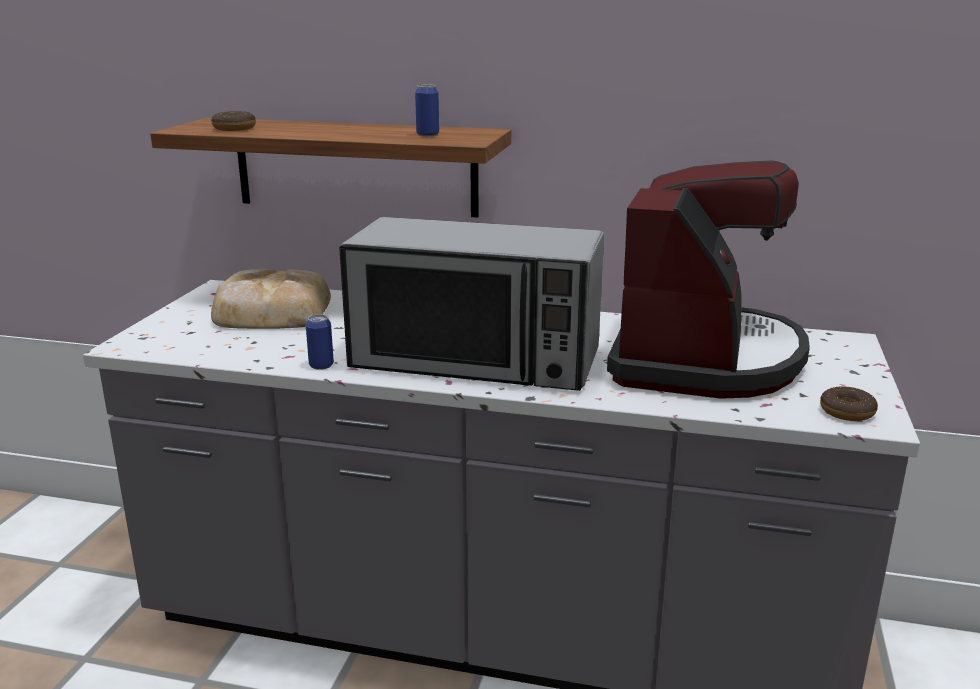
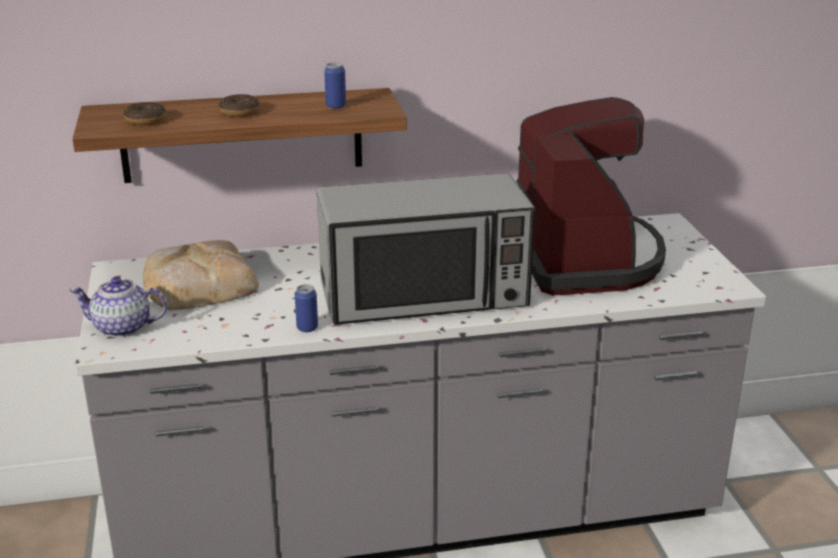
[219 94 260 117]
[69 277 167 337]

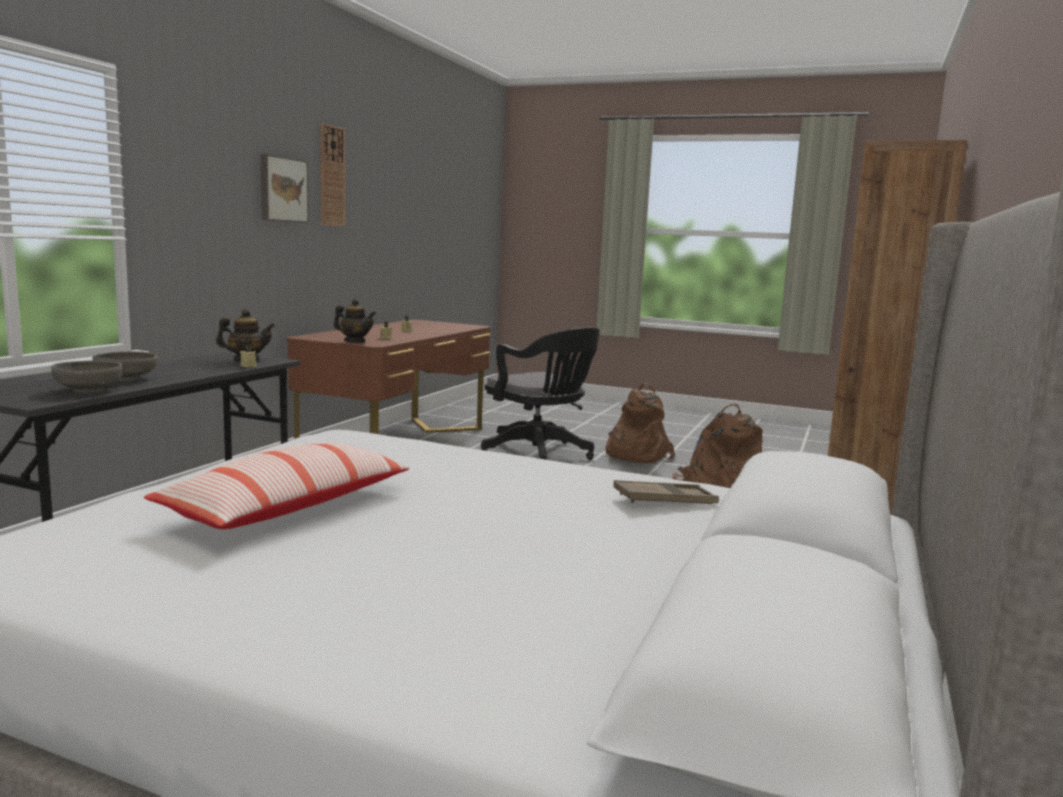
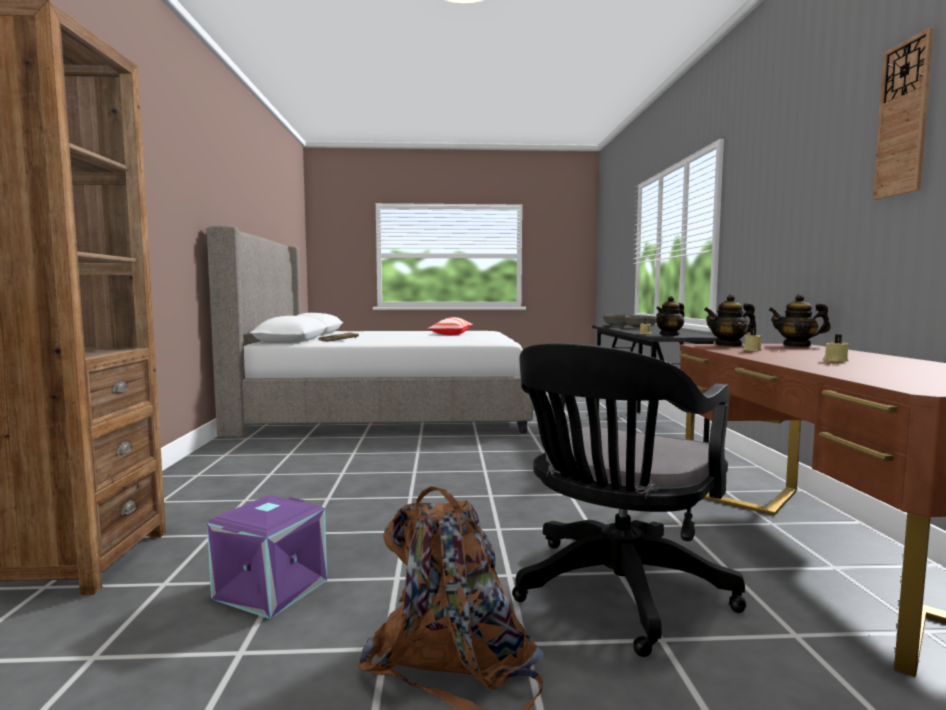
[260 154 309 223] (first image)
[512 343 746 657]
[207 495 327 619]
[768 294 831 347]

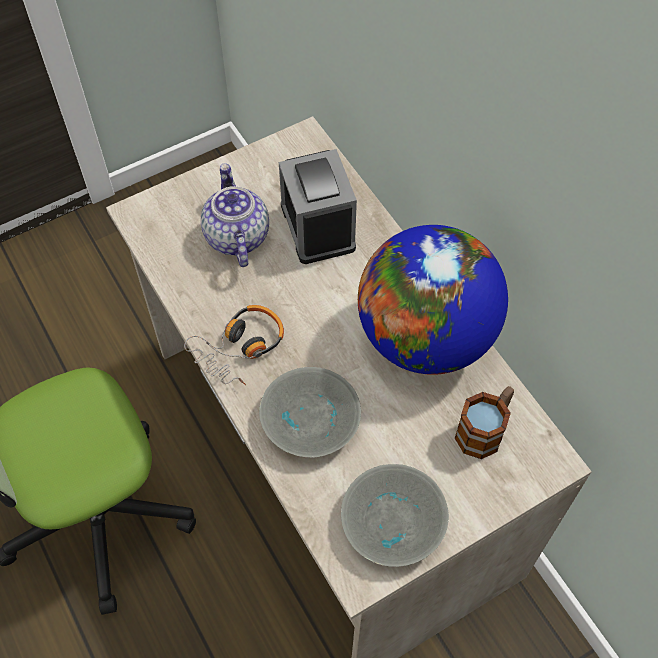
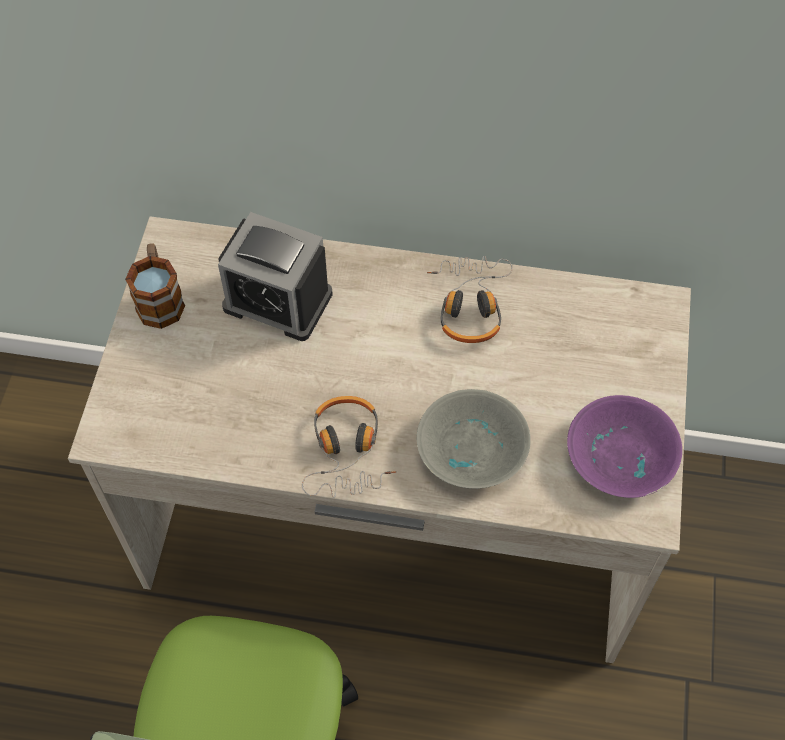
[201 163 269 267] (first image)
[427 256 513 343]
[125 243 185 329]
[567 395 682 498]

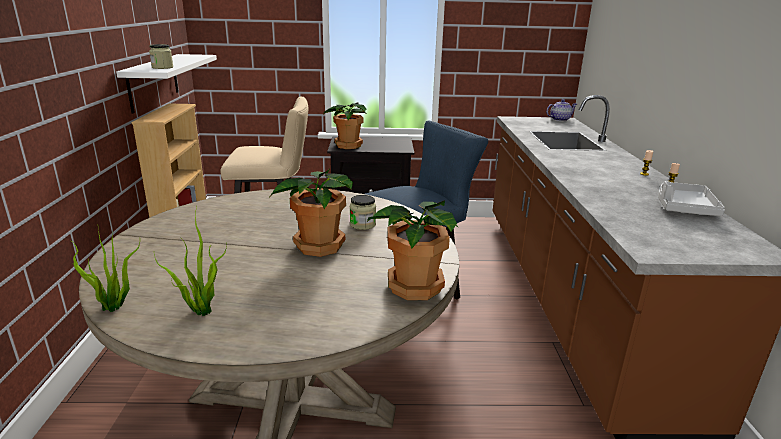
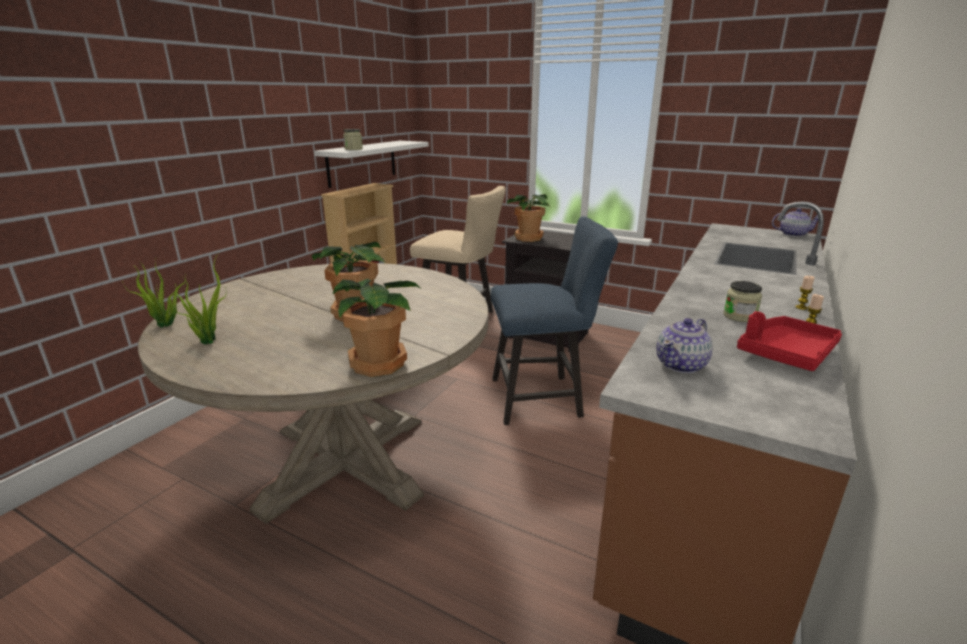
[737 311 842 371]
[723 281 762 322]
[656 318 713 373]

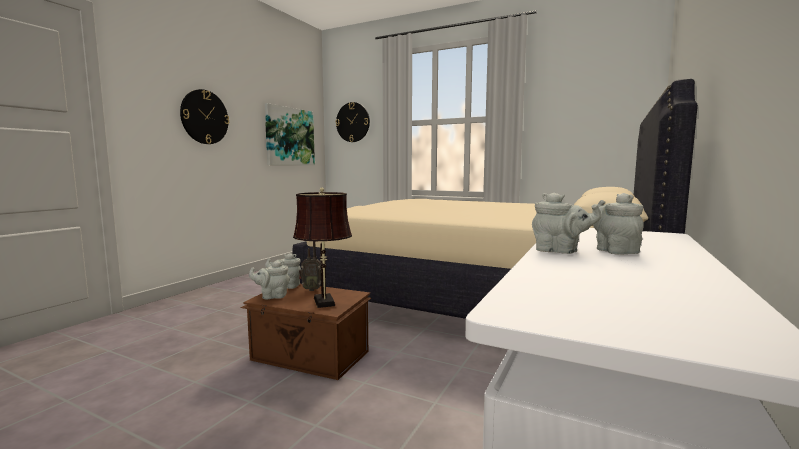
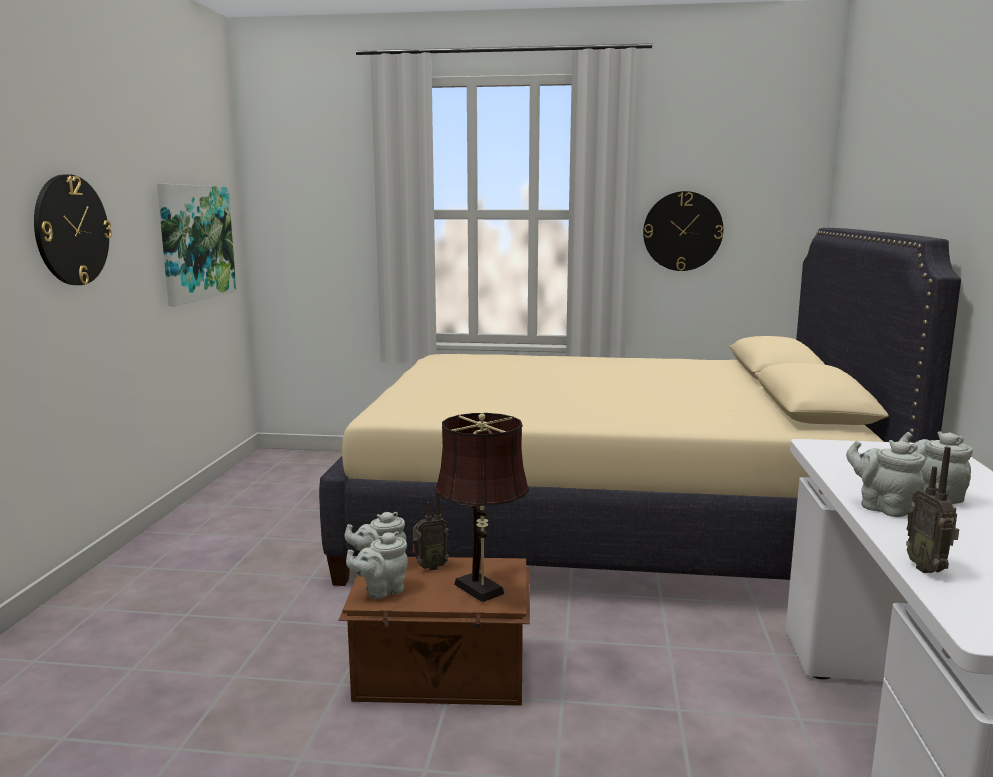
[643 191 723 271]
[846 440 925 517]
[906 446 959 573]

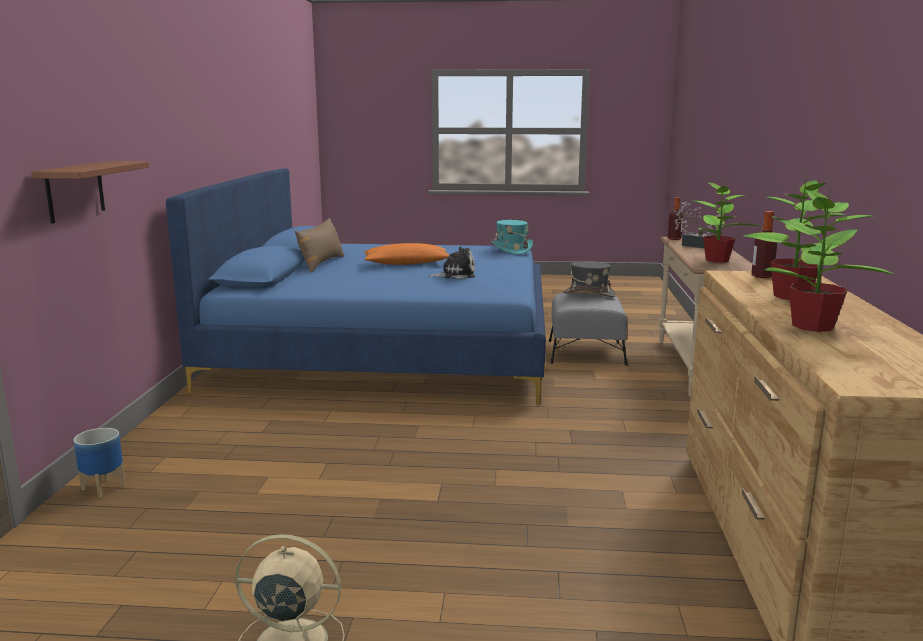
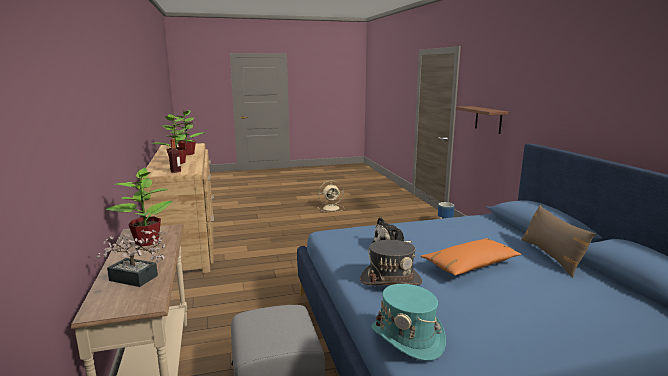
[668 197 683 240] (first image)
[360 240 422 285]

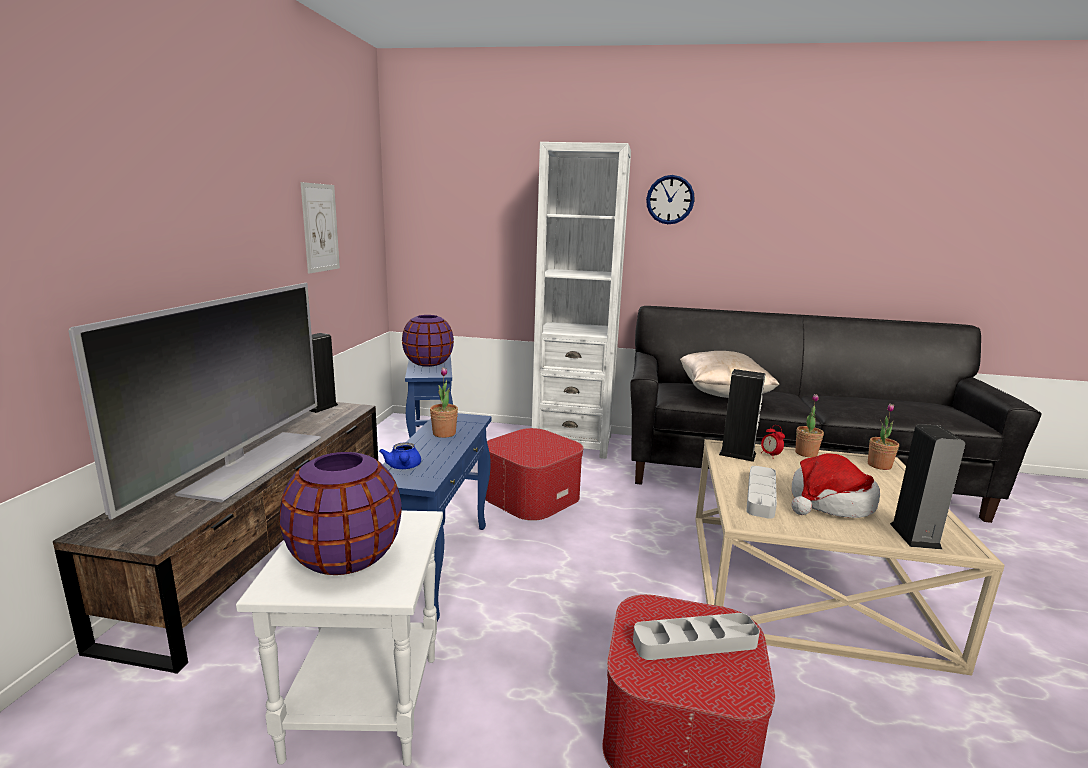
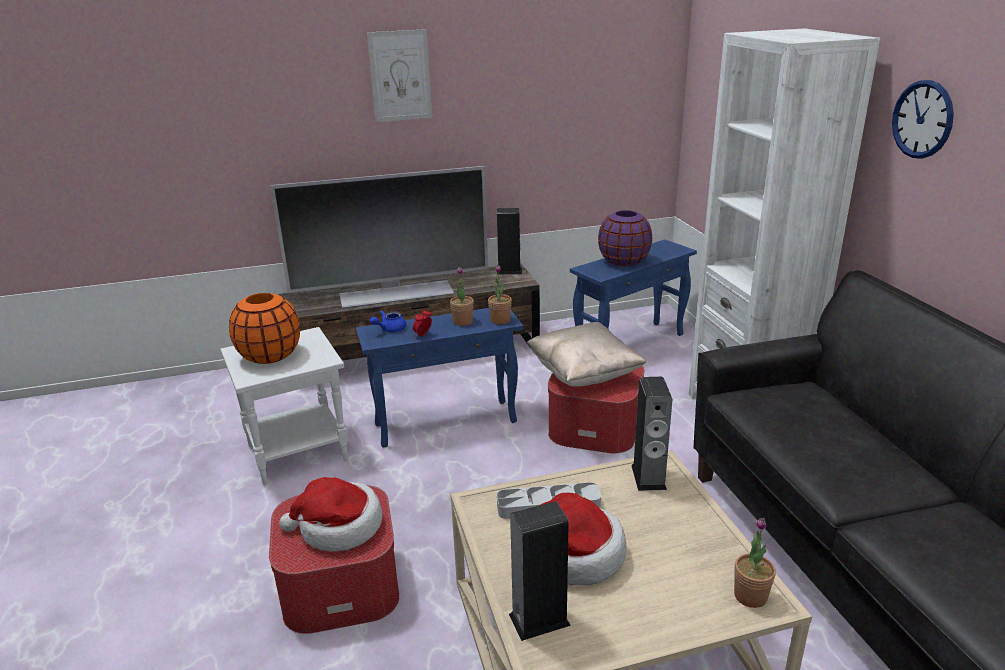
[367 29 432 122]
[526 322 646 387]
[488 265 512 325]
[413 308 432 337]
[229 293 300 364]
[279 477 383 552]

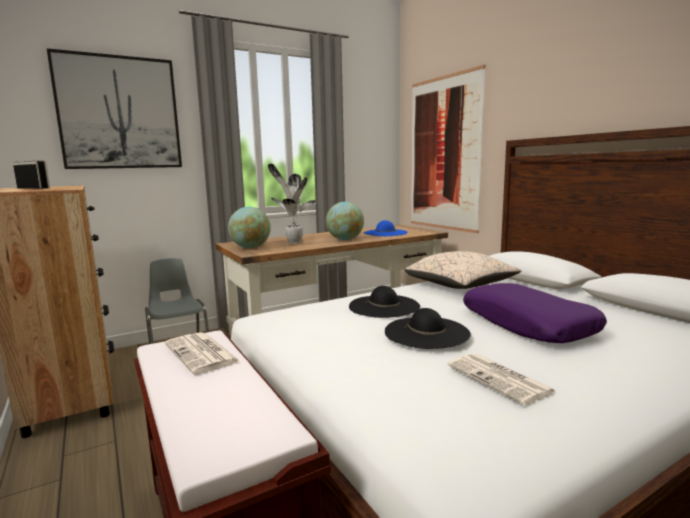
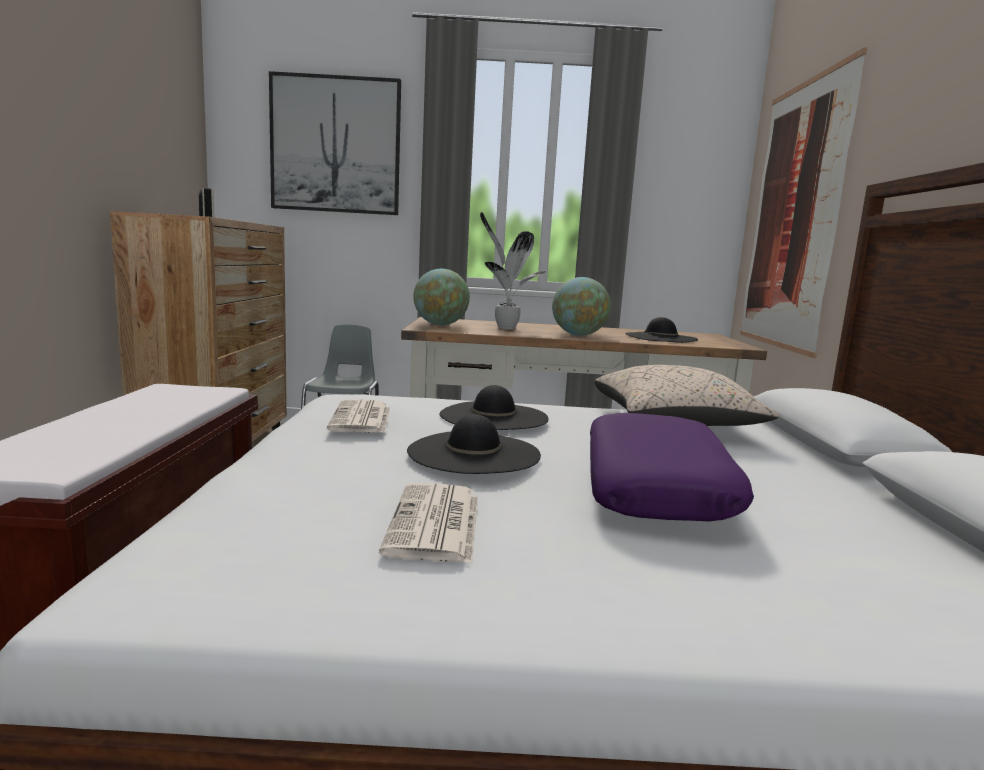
[625 317 698 343]
[327 400 390 433]

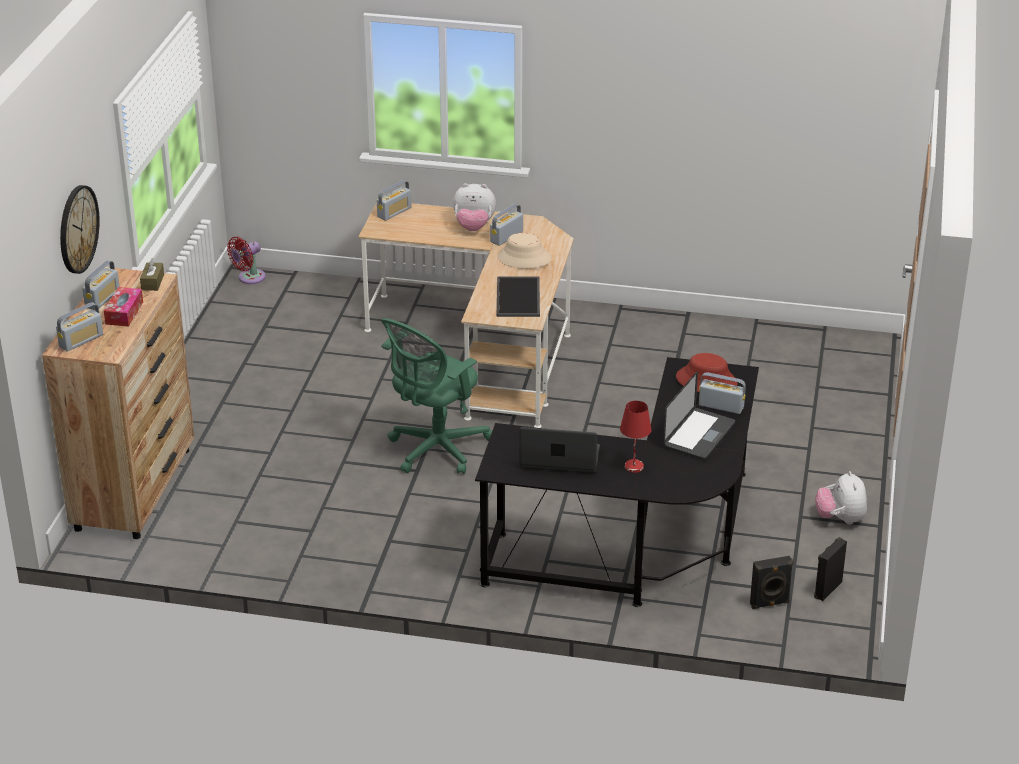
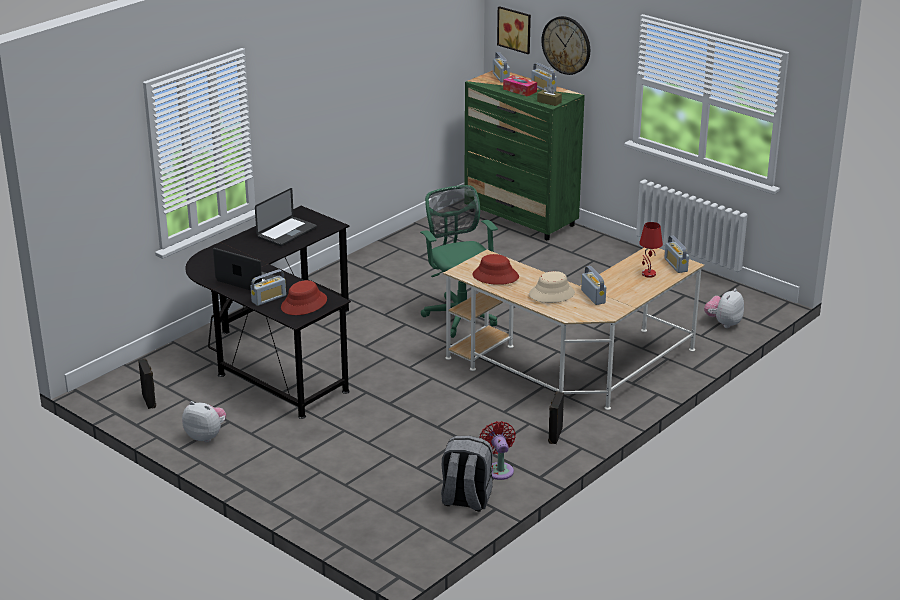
[704 289 744 328]
[479 421 516 480]
[464 70 584 240]
[472 254 519 285]
[213 248 276 290]
[639 222 663 278]
[548 391 564 444]
[497 6 531 54]
[441 436 493 512]

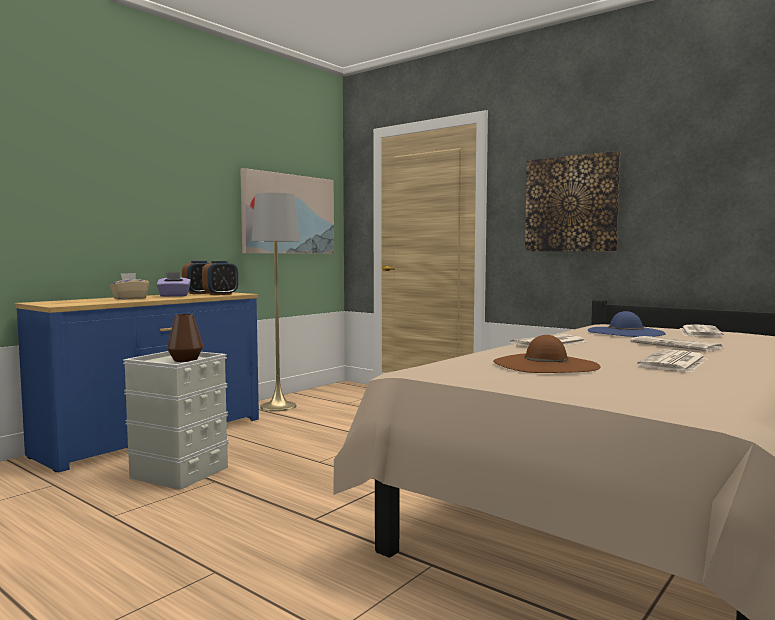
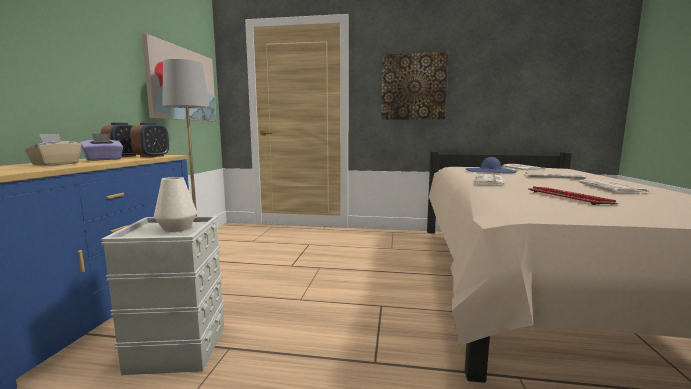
[154 177 197 232]
[528 186 618 205]

